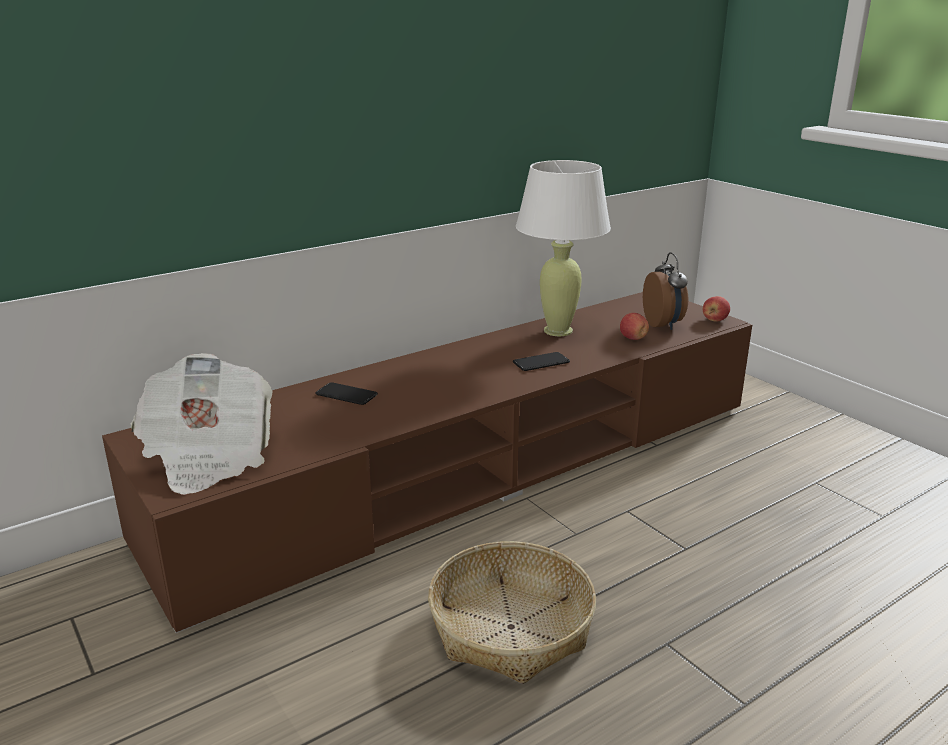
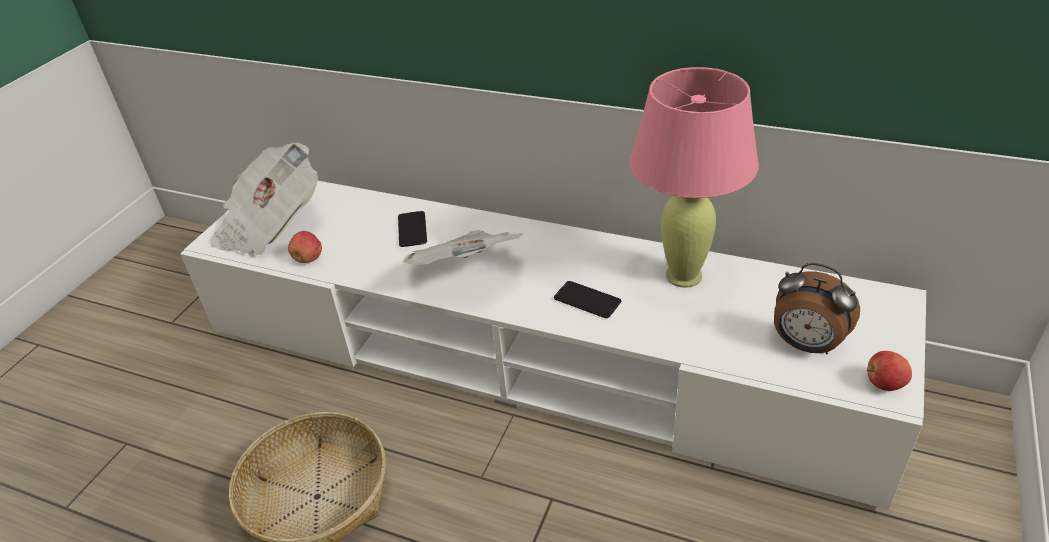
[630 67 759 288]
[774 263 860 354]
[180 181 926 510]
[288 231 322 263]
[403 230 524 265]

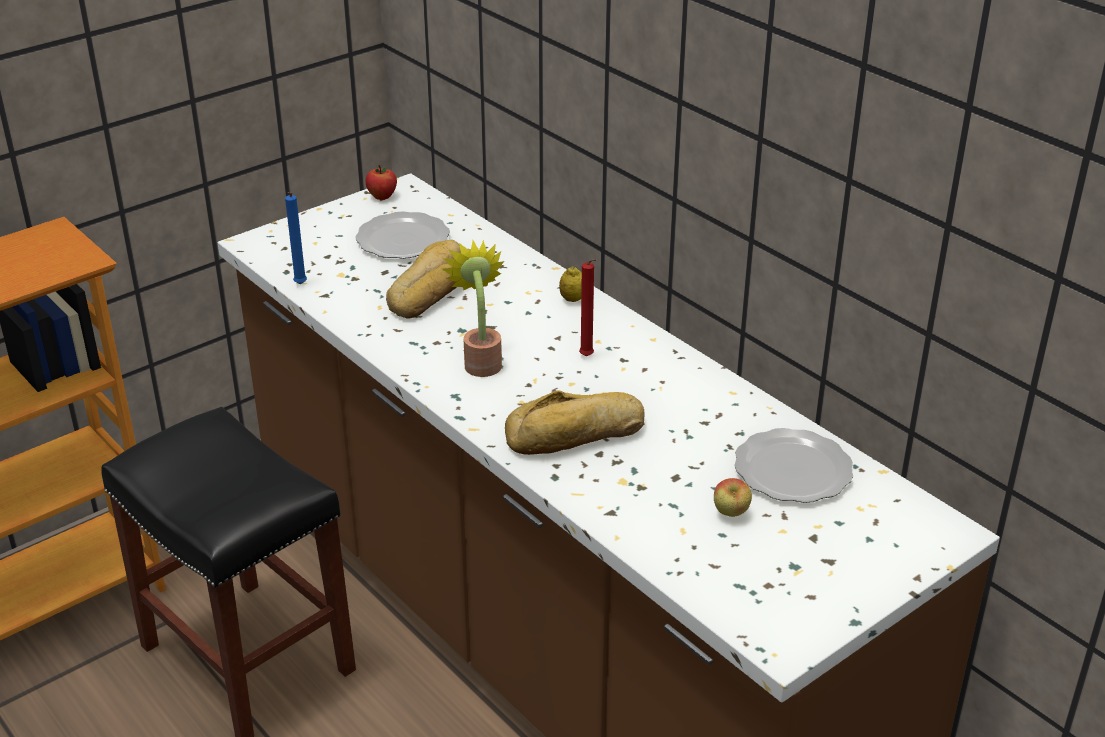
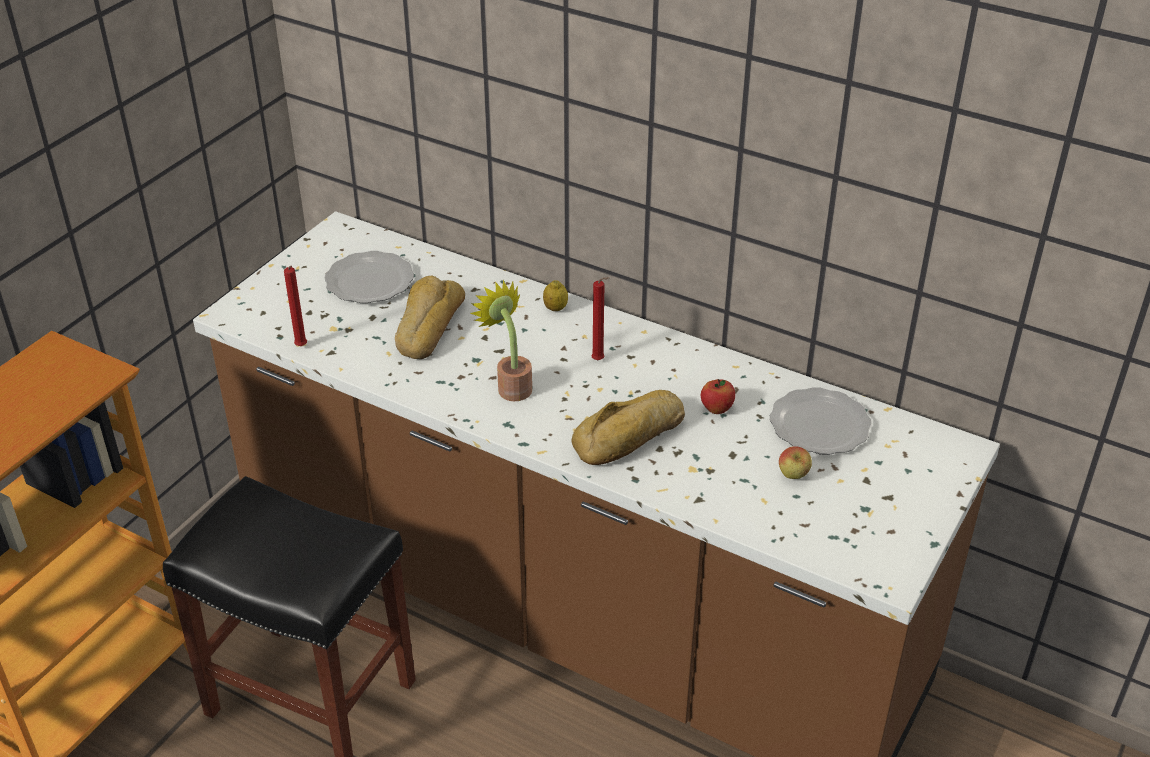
[701 379 735 414]
[284 266 307 346]

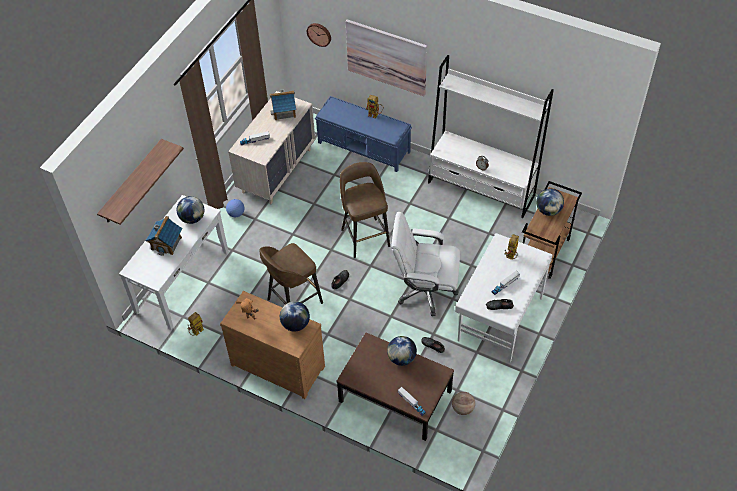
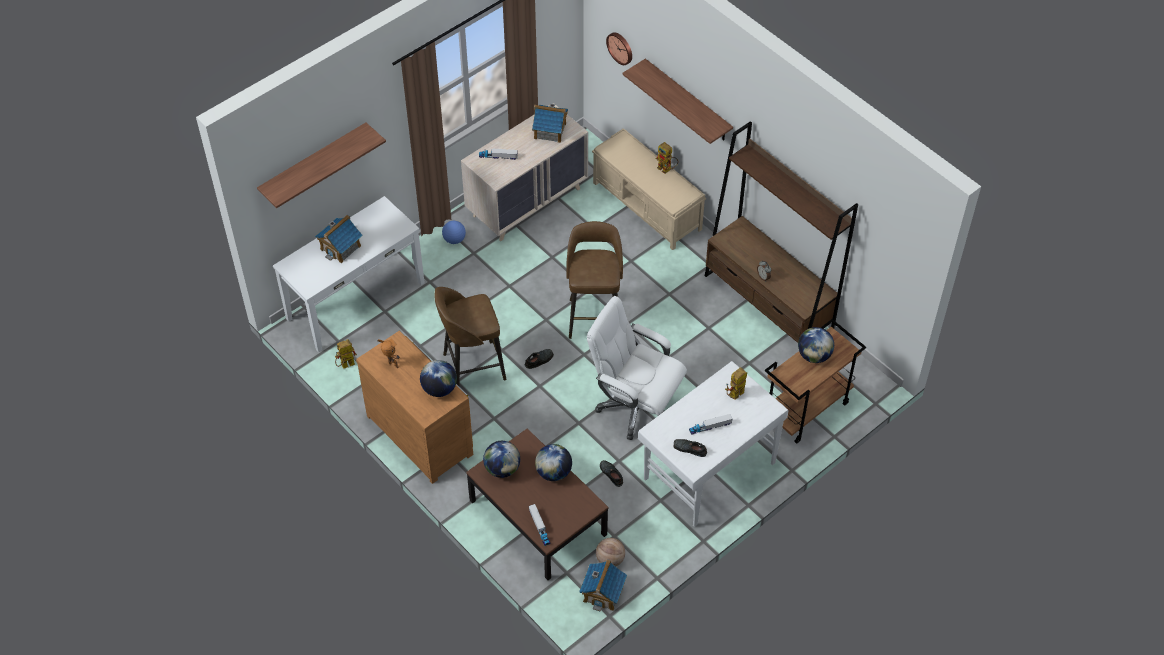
[622 59 733 144]
[705 121 858 343]
[592 128 706 250]
[483 441 520 478]
[579 559 627 612]

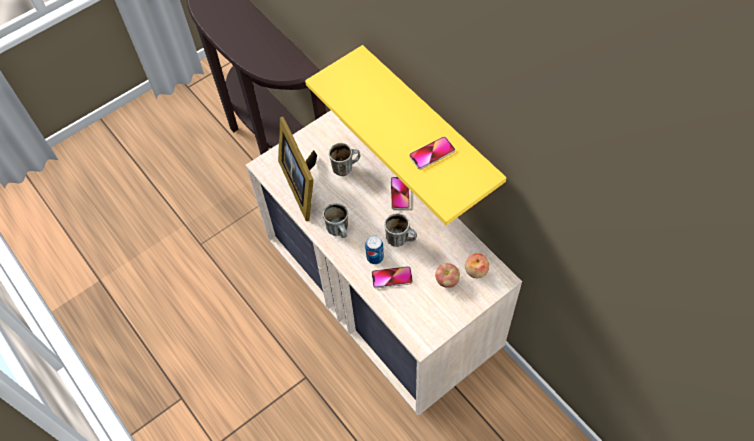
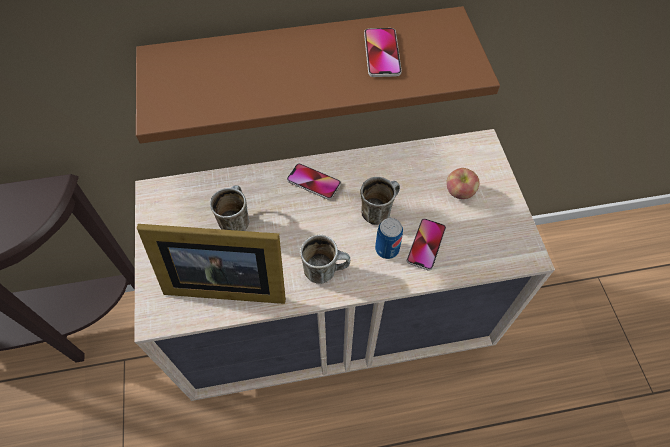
[136 6 500 144]
[465 253 489 278] (first image)

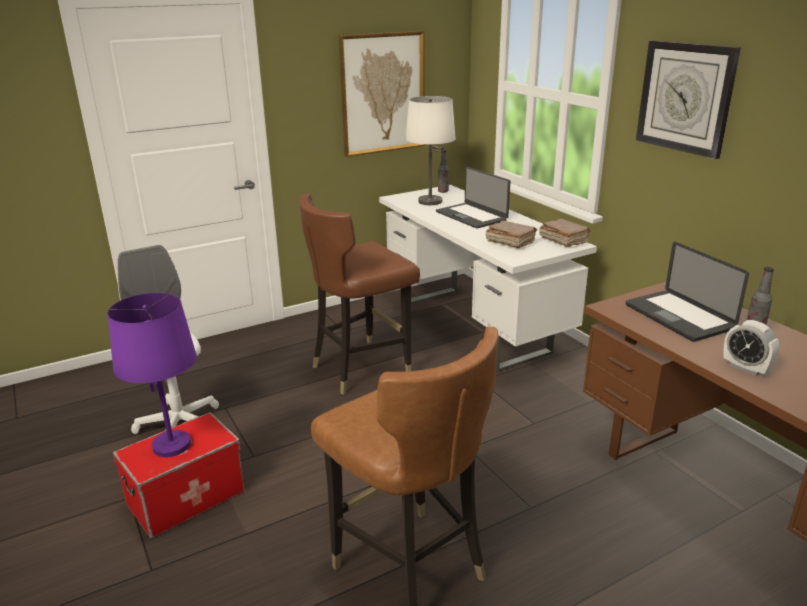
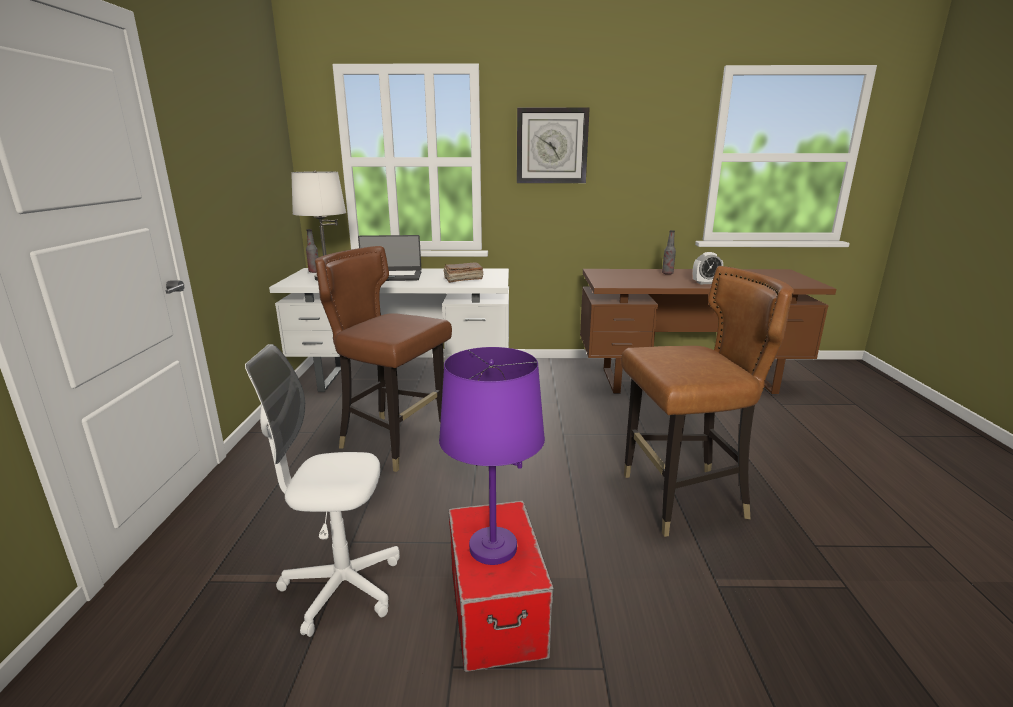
[339 31 425 157] (first image)
[315 246 452 472]
[539 219 591 247] (first image)
[626 242 749 342] (first image)

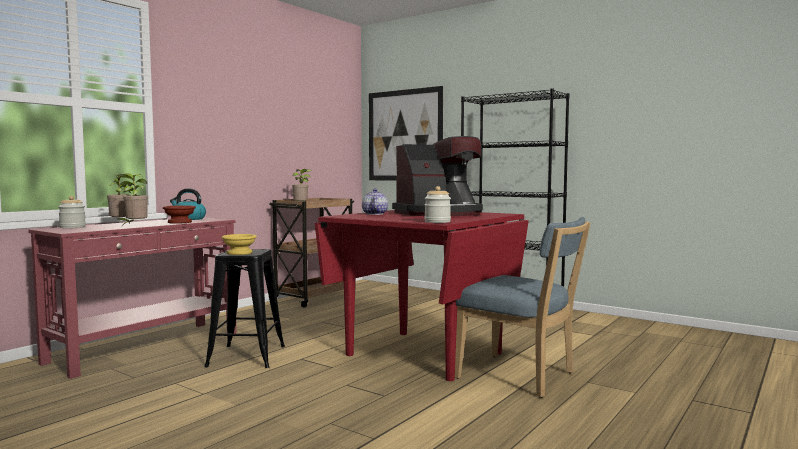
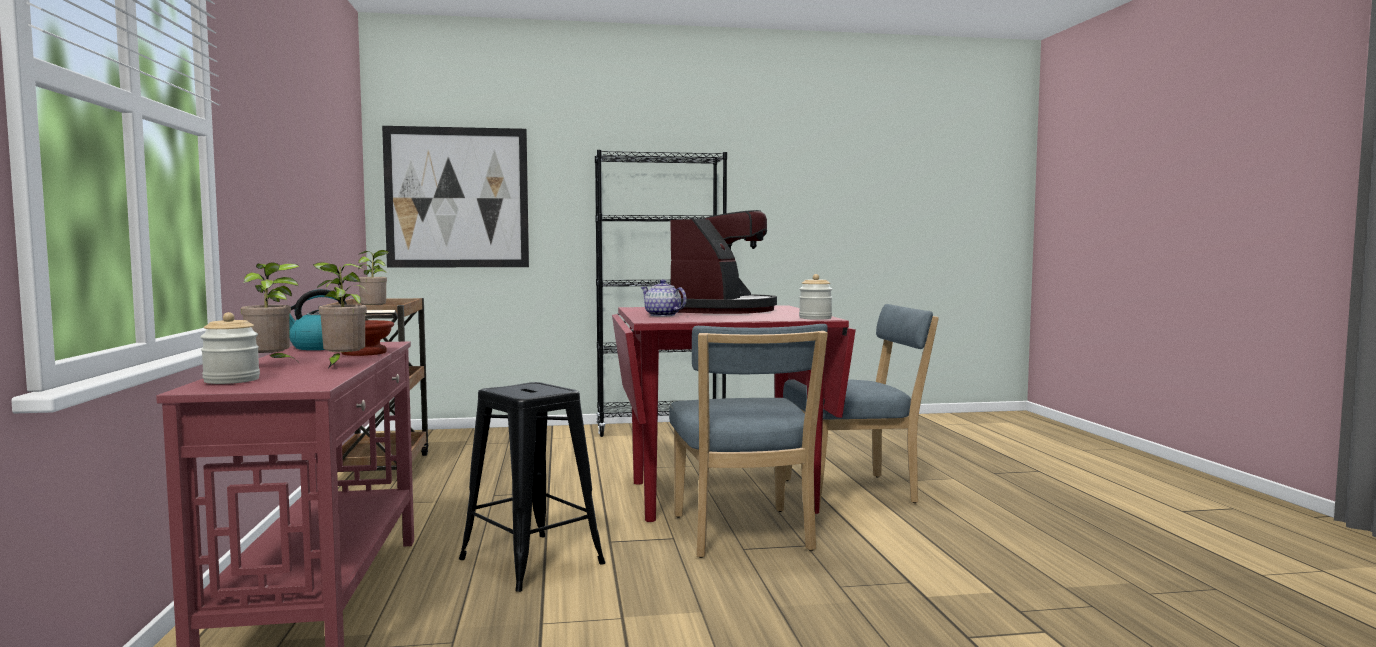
[222 234 257 255] (first image)
[669 324 828 558]

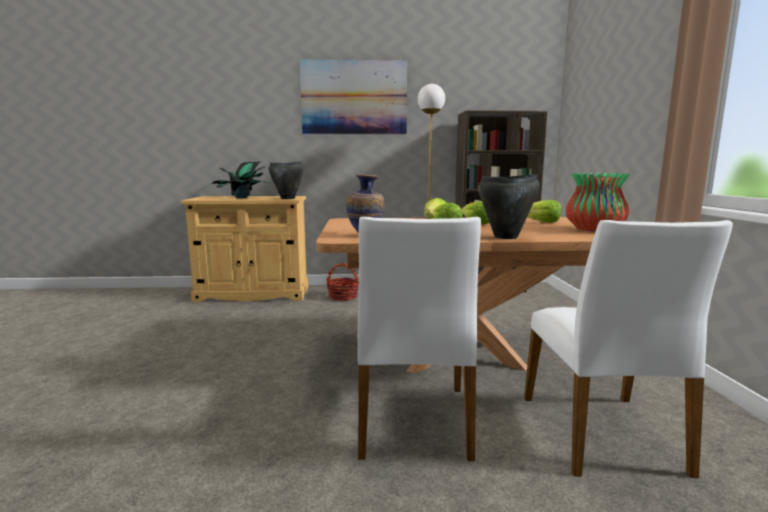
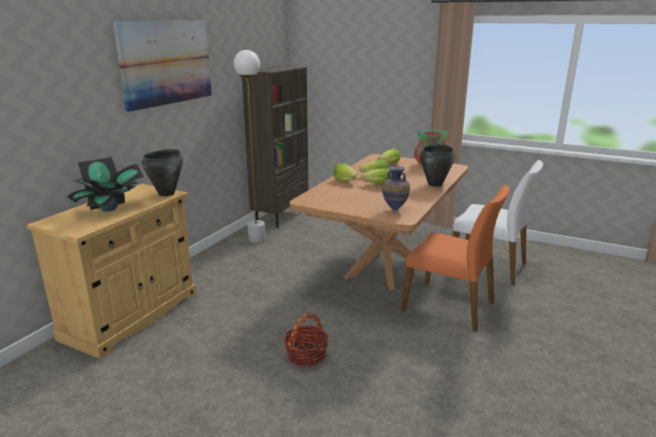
[401 185 510 332]
[284 313 329 367]

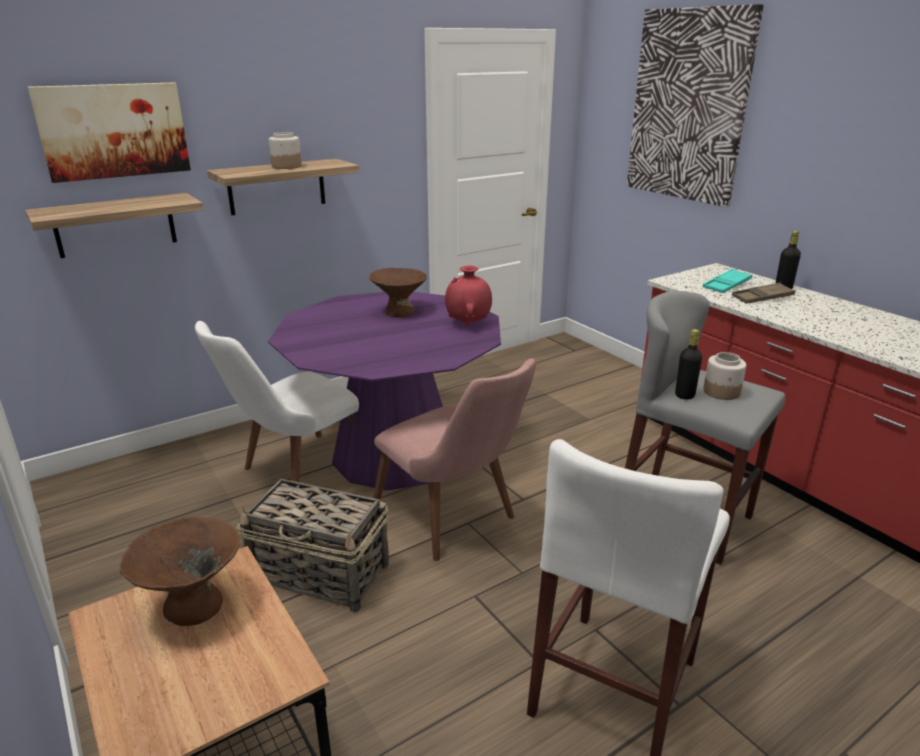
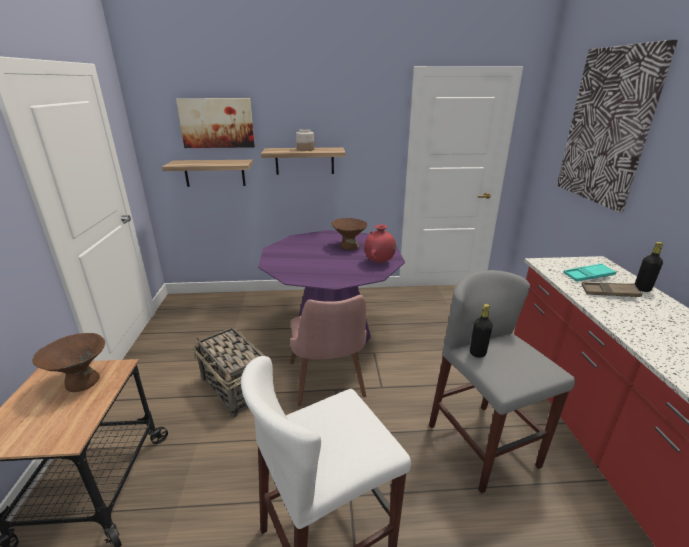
[195 321 359 482] (first image)
[703 352 746 400] (first image)

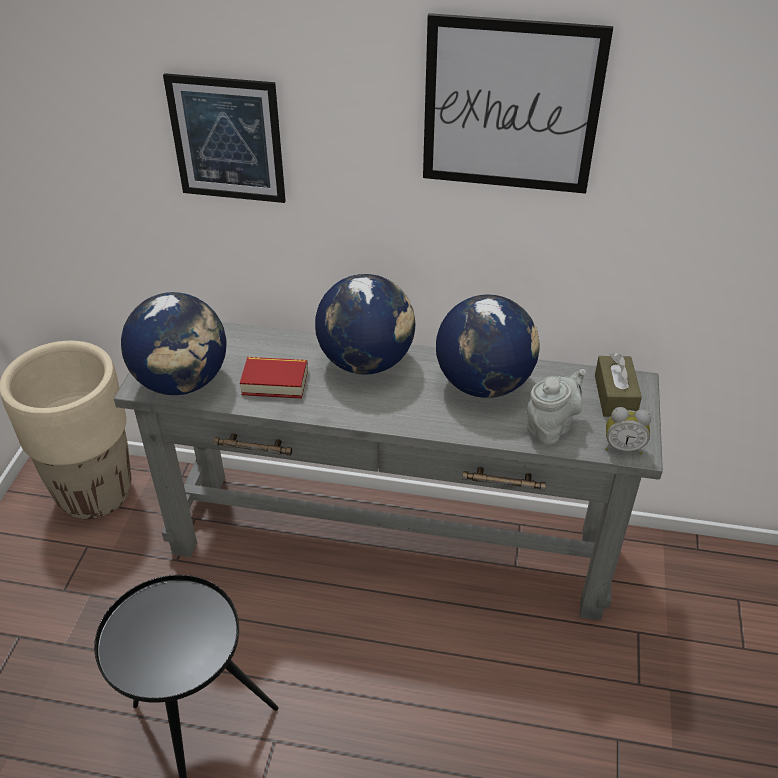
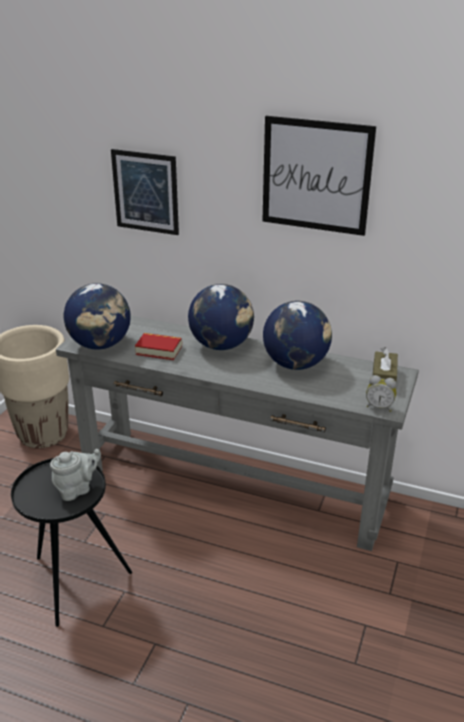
[50 449 101 501]

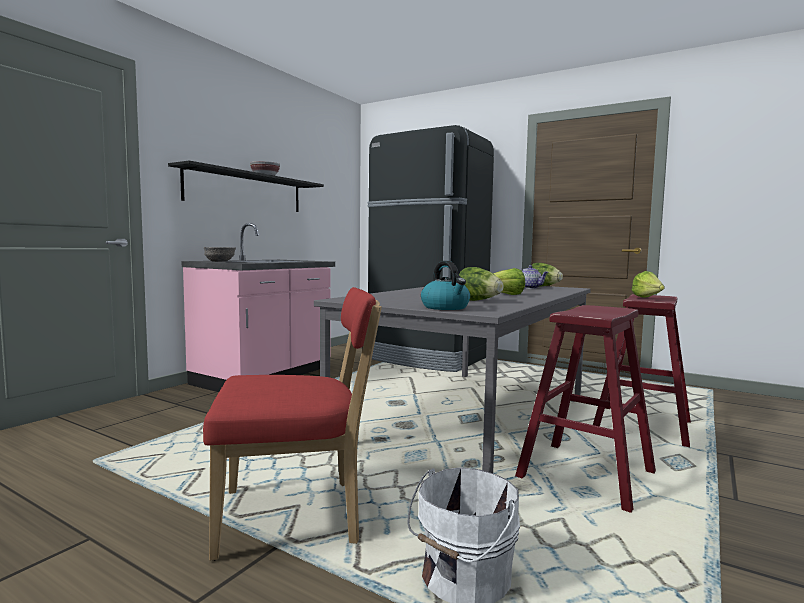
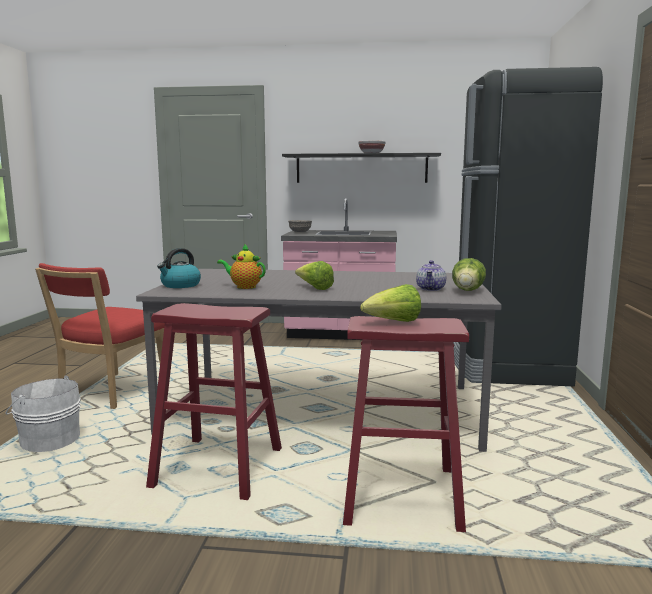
[217 244 266 289]
[35 263 165 409]

